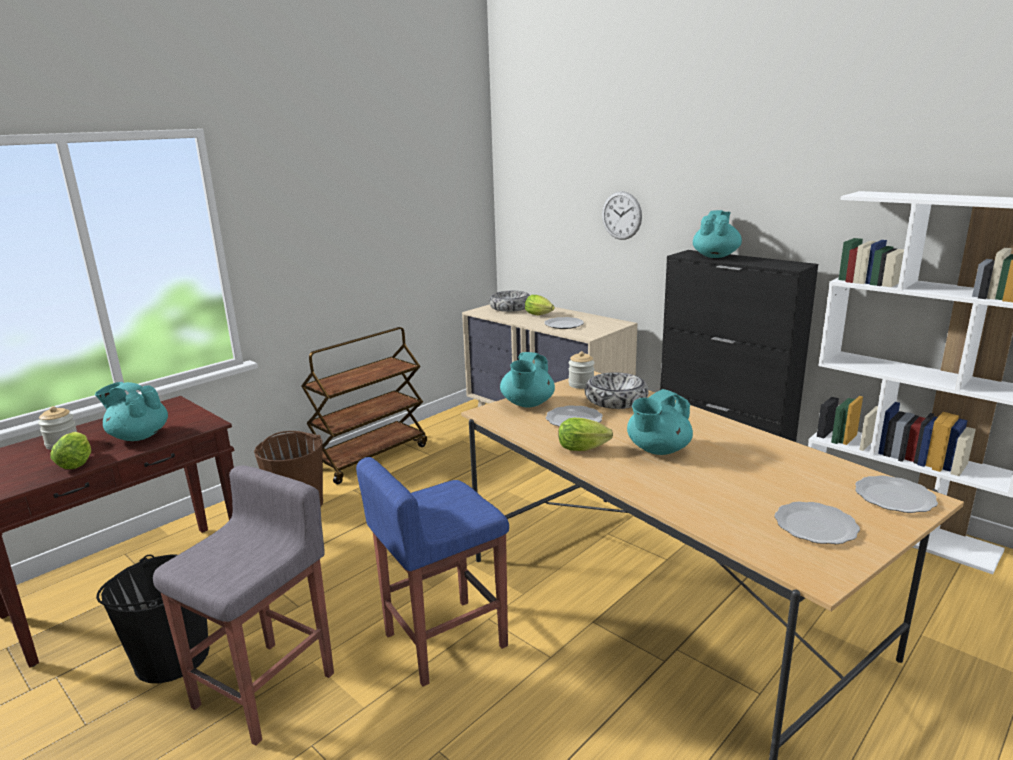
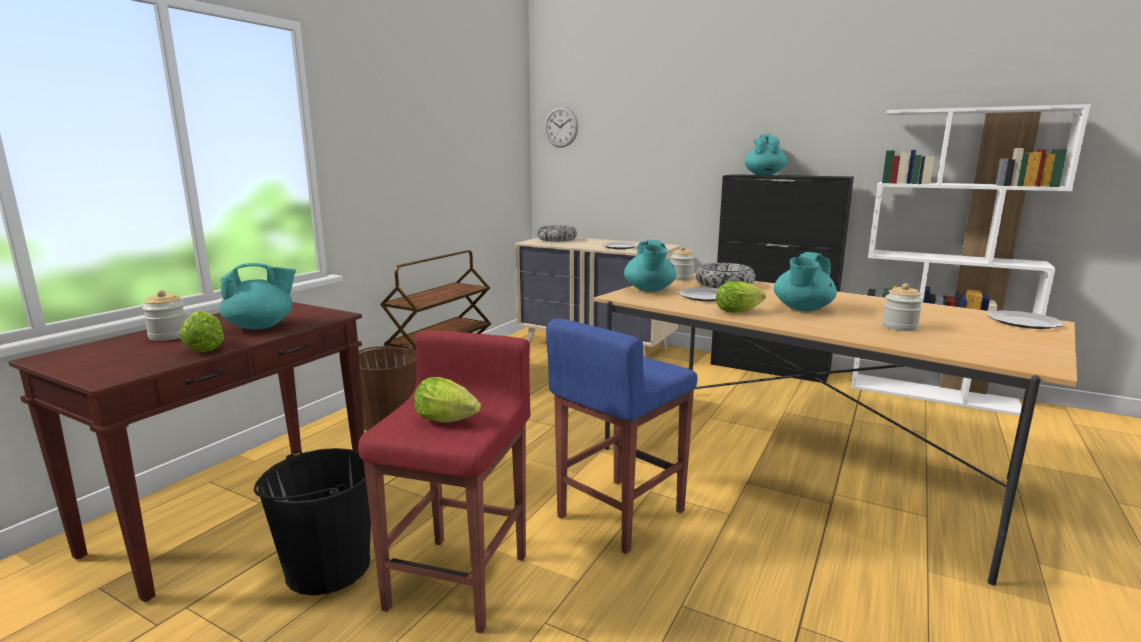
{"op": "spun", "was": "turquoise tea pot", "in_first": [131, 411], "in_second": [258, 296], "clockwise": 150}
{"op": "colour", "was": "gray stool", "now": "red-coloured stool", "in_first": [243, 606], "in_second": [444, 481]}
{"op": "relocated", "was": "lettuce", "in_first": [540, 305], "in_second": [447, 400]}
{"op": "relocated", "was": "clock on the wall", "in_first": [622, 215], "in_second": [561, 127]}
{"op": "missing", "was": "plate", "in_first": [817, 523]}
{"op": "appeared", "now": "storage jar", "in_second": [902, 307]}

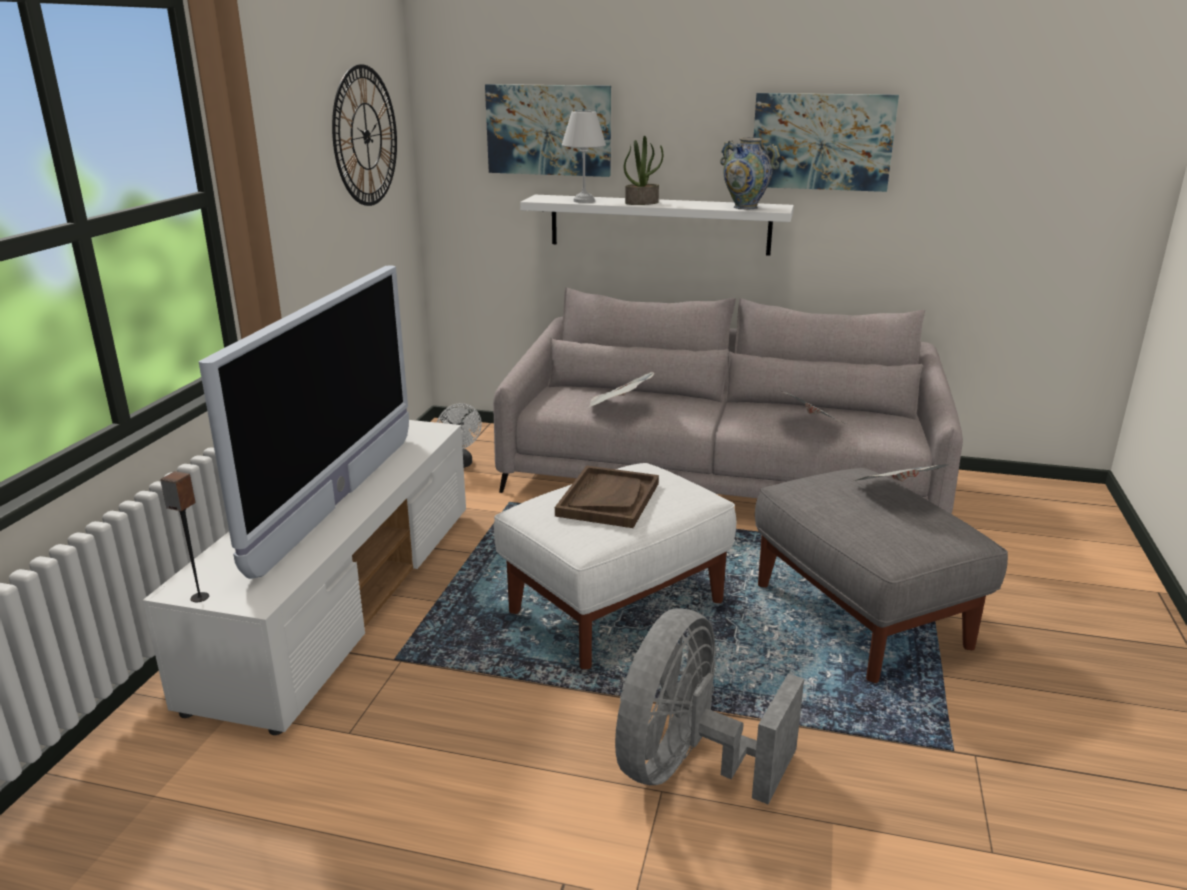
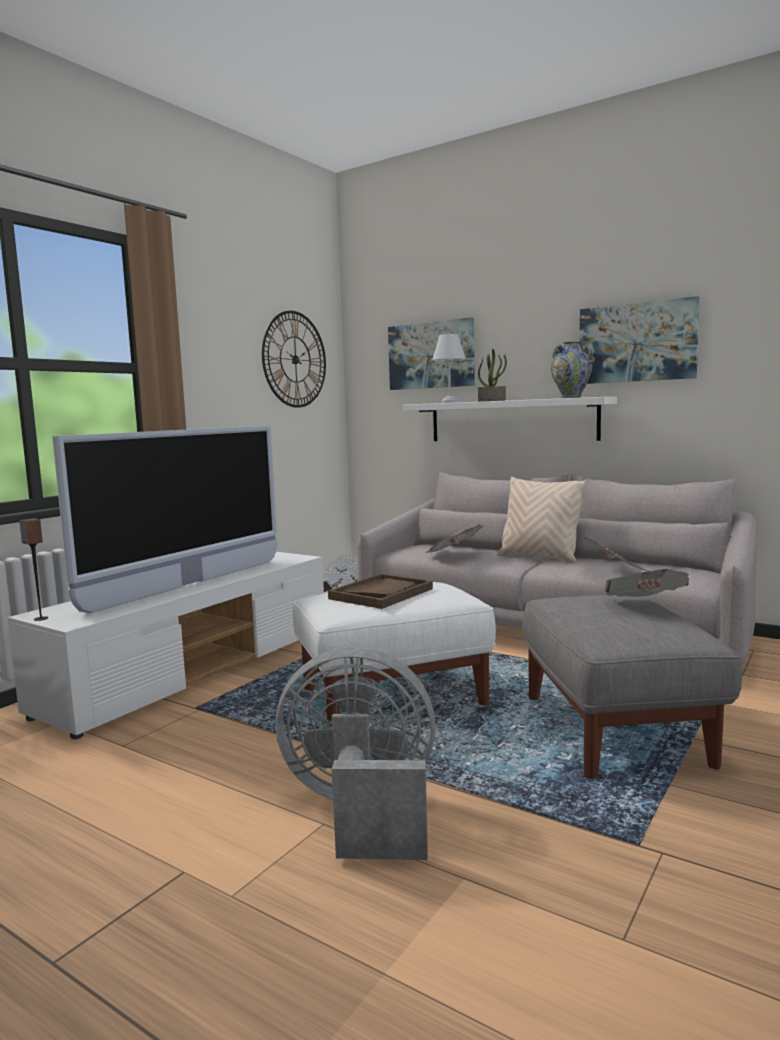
{"op": "spun", "was": "gray fan", "in_first": [709, 706], "in_second": [355, 753], "clockwise": 45}
{"op": "appeared", "now": "beige-coloured throw pillow", "in_second": [542, 519]}

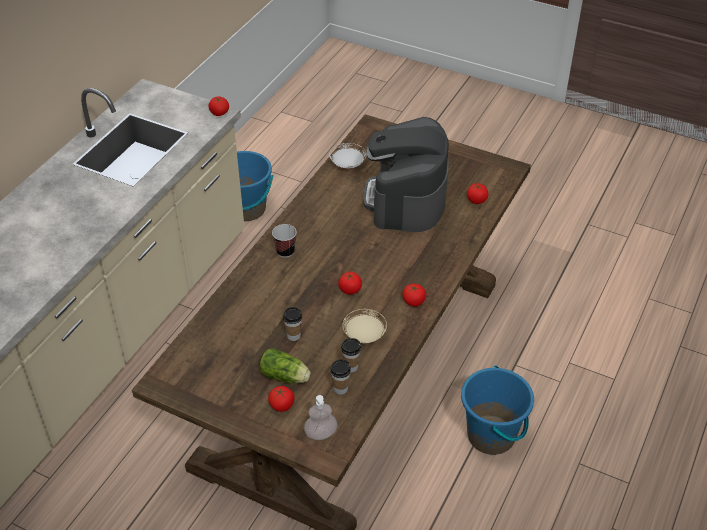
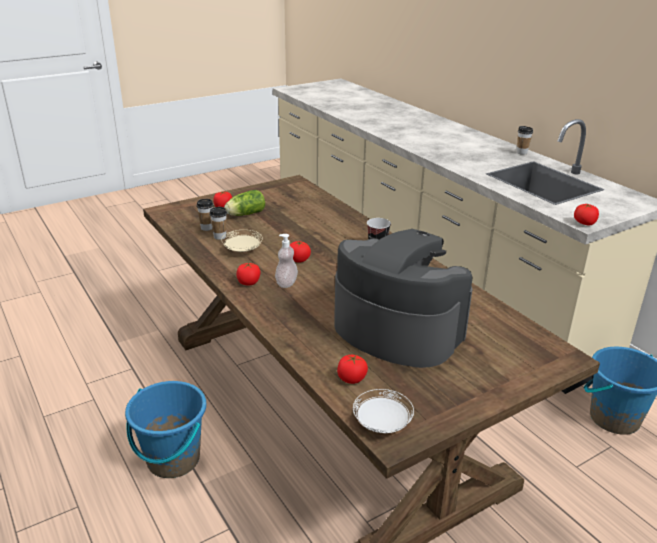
{"op": "relocated", "was": "cup", "in_first": [292, 324], "in_second": [525, 140]}
{"op": "relocated", "was": "soap dispenser", "in_first": [321, 417], "in_second": [286, 261]}
{"op": "relocated", "was": "white-coloured plate", "in_first": [348, 155], "in_second": [383, 411]}

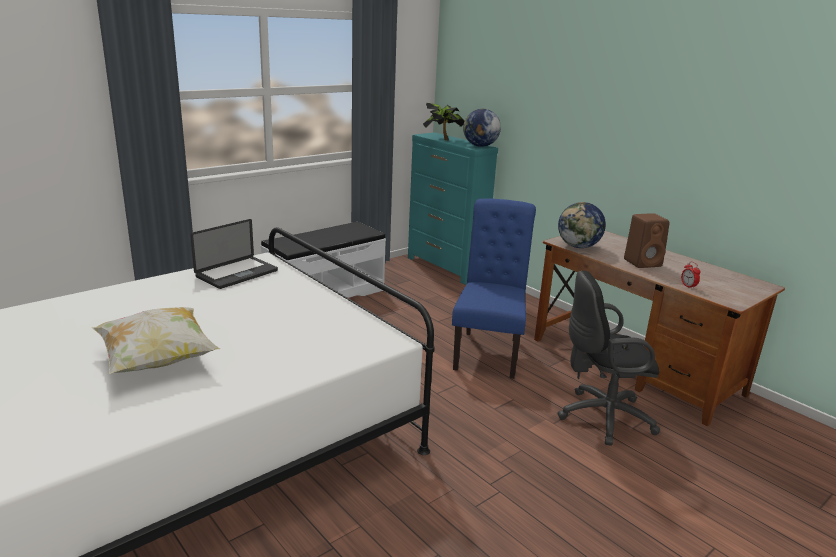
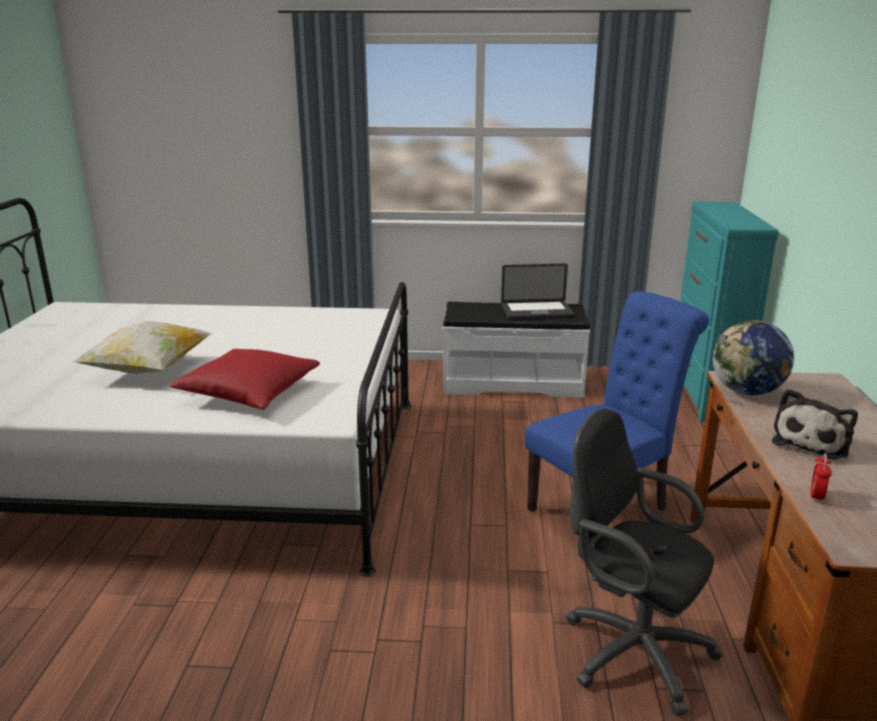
{"op": "relocated", "was": "notebook computer", "in_first": [234, 254], "in_second": [538, 291]}
{"op": "missing", "was": "plant in a pot", "in_first": [444, 122]}
{"op": "missing", "was": "globe", "in_first": [482, 128]}
{"op": "exchanged", "was": "brownish audio speaker", "now": "cuddly toy", "in_first": [647, 240], "in_second": [815, 424]}
{"op": "appeared", "now": "red-coloured throw pillow", "in_second": [244, 379]}

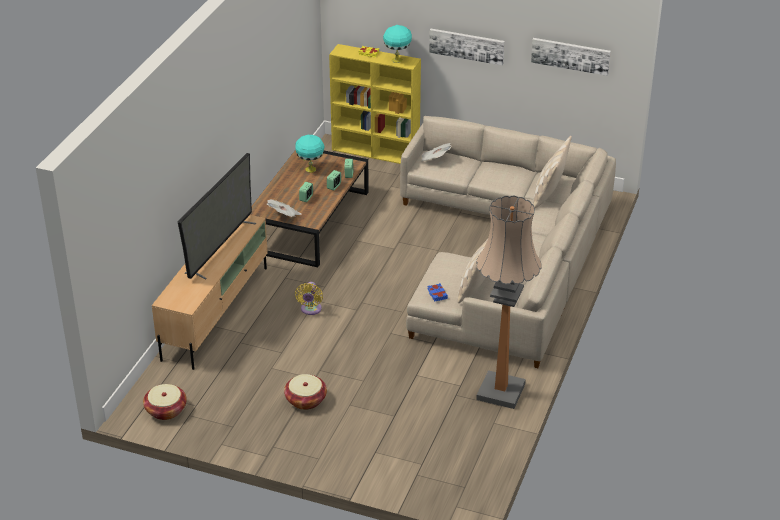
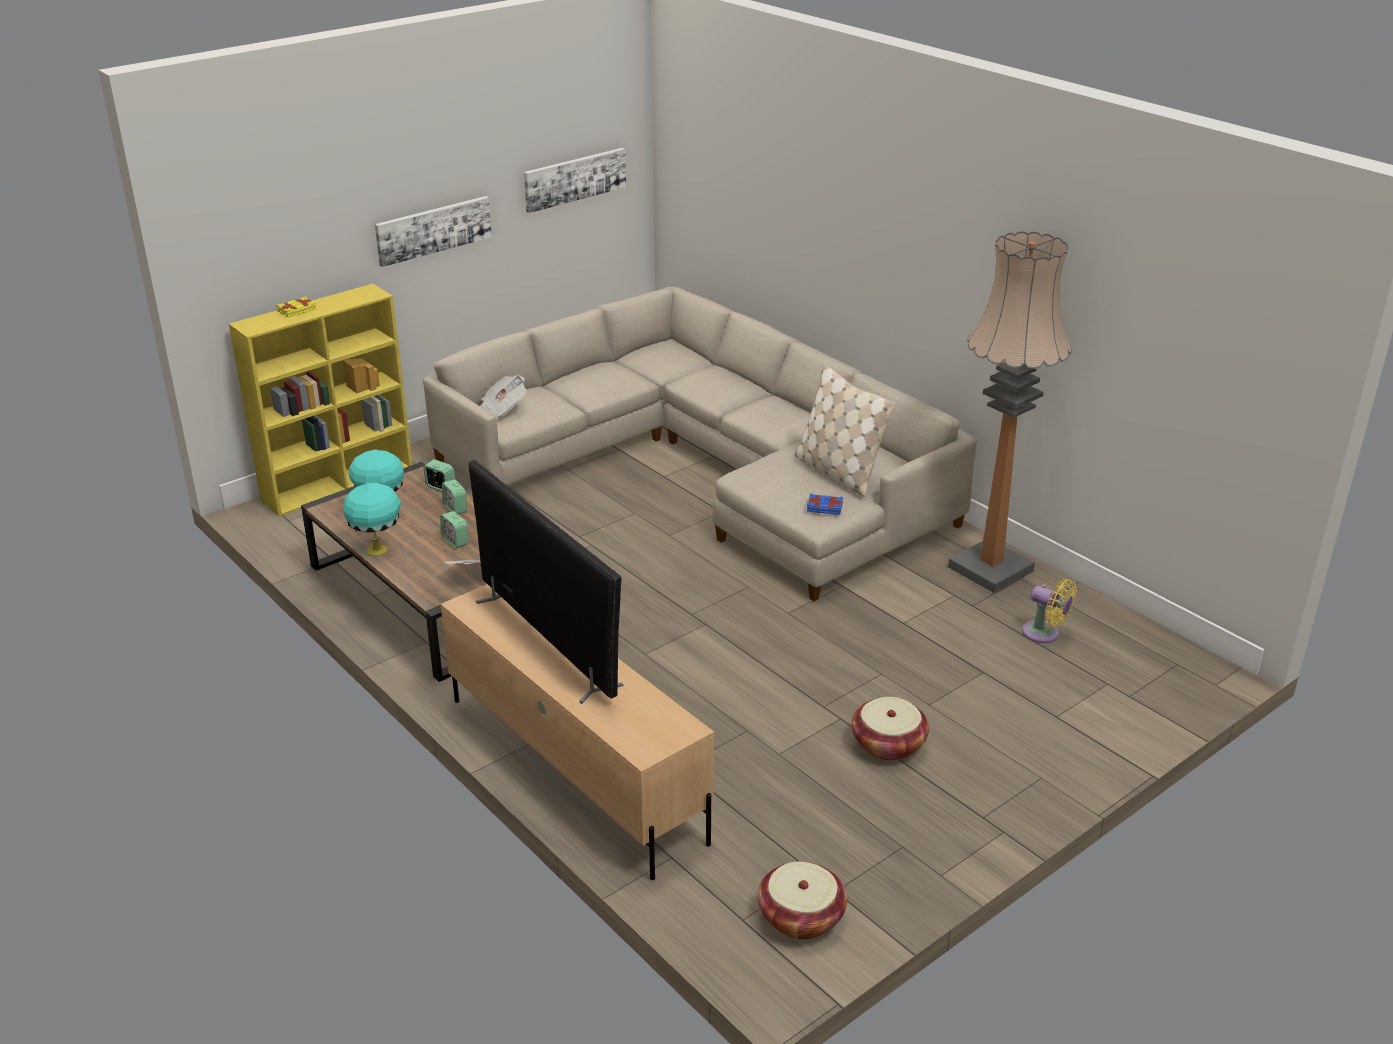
{"op": "relocated", "was": "yellowish fan", "in_first": [309, 298], "in_second": [1049, 611]}
{"op": "relocated", "was": "turquoise lamp for a table", "in_first": [397, 44], "in_second": [372, 519]}
{"op": "missing", "was": "beige-coloured throw pillow", "in_first": [552, 172]}

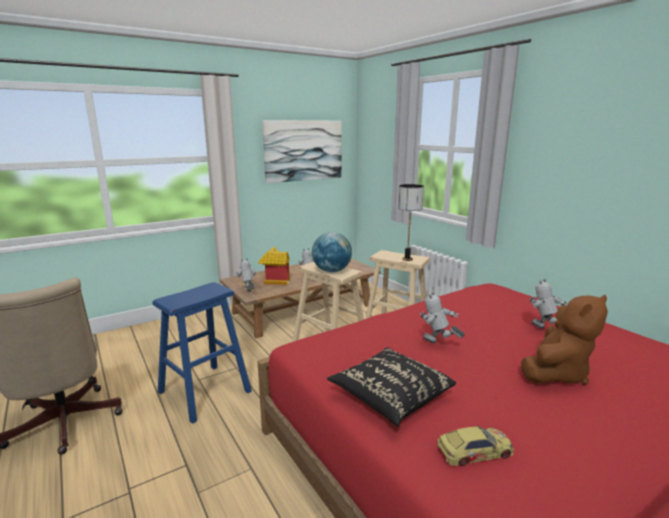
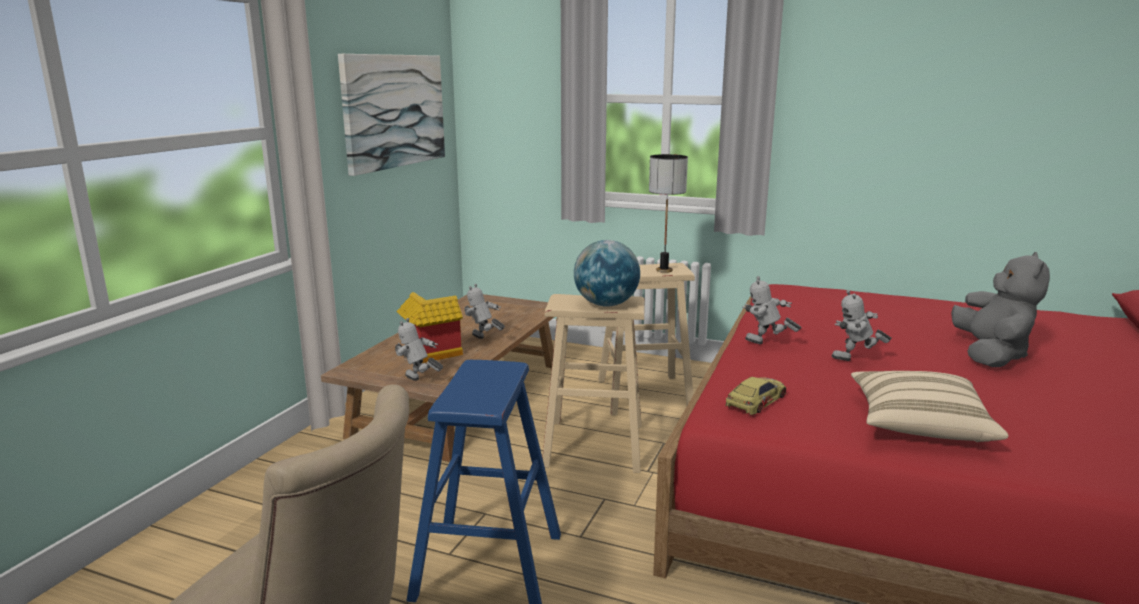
{"op": "colour", "was": "blackish throw pillow", "now": "beige-coloured throw pillow", "in_first": [391, 386], "in_second": [930, 406]}
{"op": "relocated", "was": "model car", "in_first": [475, 445], "in_second": [756, 396]}
{"op": "colour", "was": "brownish cuddly toy", "now": "gray cuddly toy", "in_first": [564, 340], "in_second": [1000, 309]}
{"op": "relocated", "was": "robot figure", "in_first": [548, 304], "in_second": [772, 310]}

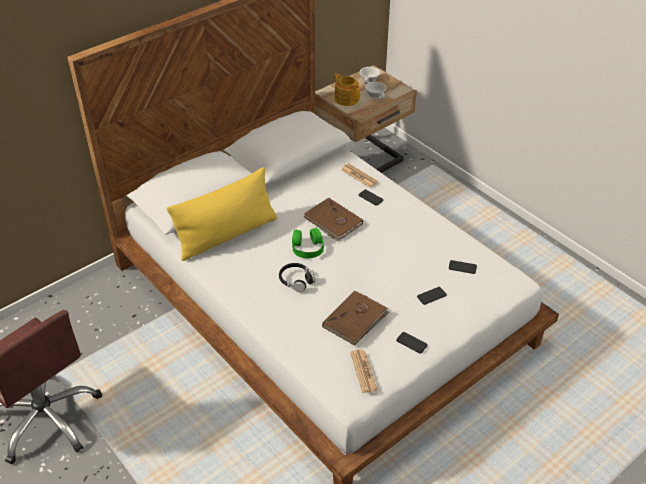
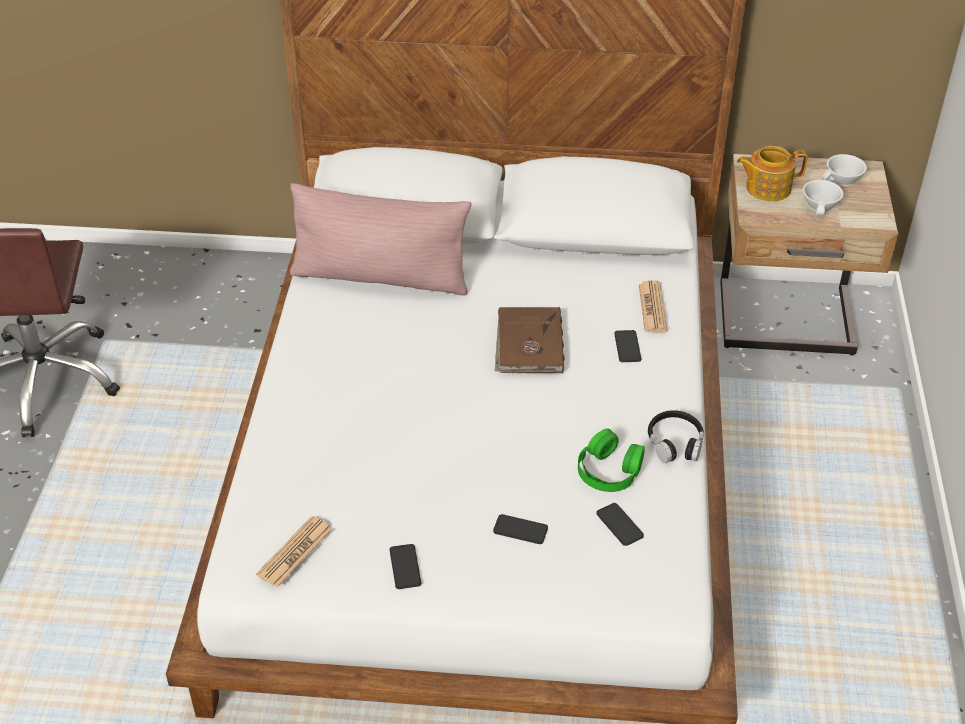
{"op": "colour", "was": "yellowish throw pillow", "now": "pink-coloured throw pillow", "in_first": [222, 214], "in_second": [380, 239]}
{"op": "relocated", "was": "blackish pair of headphones", "in_first": [297, 278], "in_second": [676, 436]}
{"op": "relocated", "was": "greenish pair of headphones", "in_first": [308, 243], "in_second": [611, 460]}
{"op": "missing", "was": "brownish bound book", "in_first": [355, 318]}
{"op": "spun", "was": "tea pot", "in_first": [347, 89], "in_second": [772, 173], "clockwise": -105}

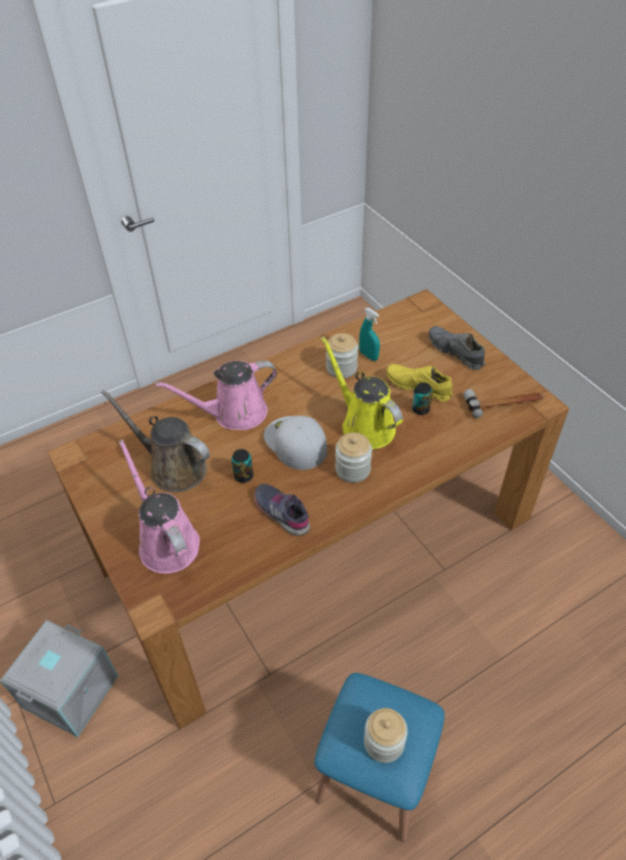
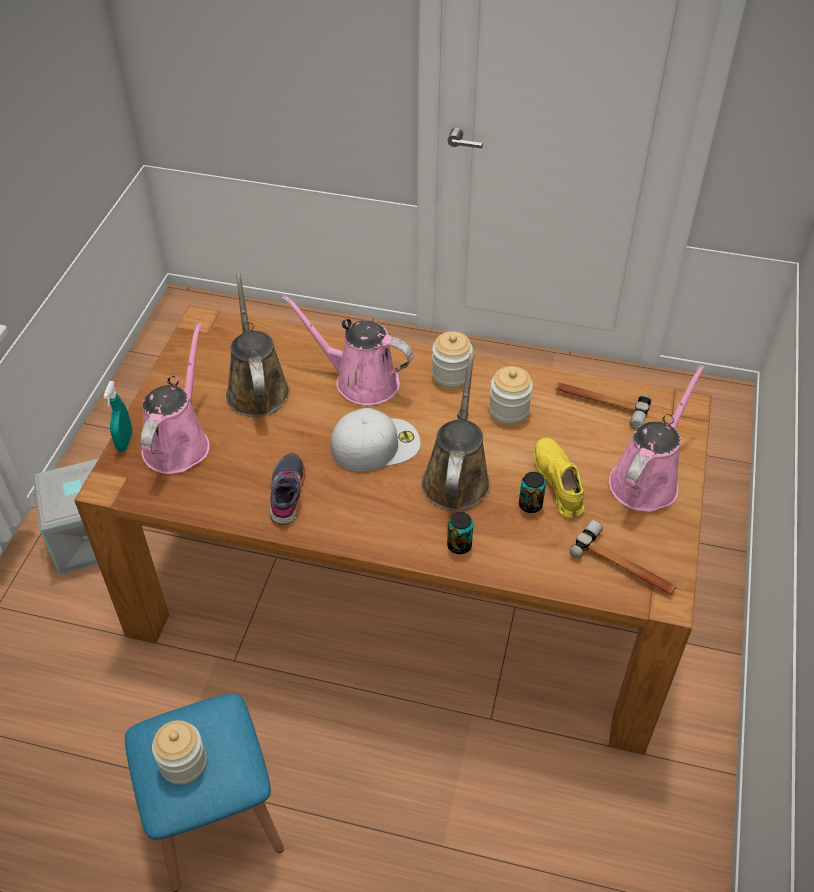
{"op": "relocated", "was": "sealed can", "in_first": [242, 466], "in_second": [460, 533]}
{"op": "spun", "was": "white-coloured cap", "in_first": [295, 443], "in_second": [376, 439], "clockwise": 60}
{"op": "colour", "was": "yellowish sprinkling can", "now": "brownish sprinkling can", "in_first": [362, 392], "in_second": [456, 432]}
{"op": "relocated", "was": "storage jar", "in_first": [353, 457], "in_second": [452, 359]}
{"op": "relocated", "was": "turquoise hand sprayer", "in_first": [369, 334], "in_second": [118, 416]}
{"op": "exchanged", "was": "gray item of footwear", "now": "pink-coloured sprinkling can", "in_first": [457, 348], "in_second": [656, 438]}
{"op": "appeared", "now": "tool hammer", "in_second": [603, 405]}

